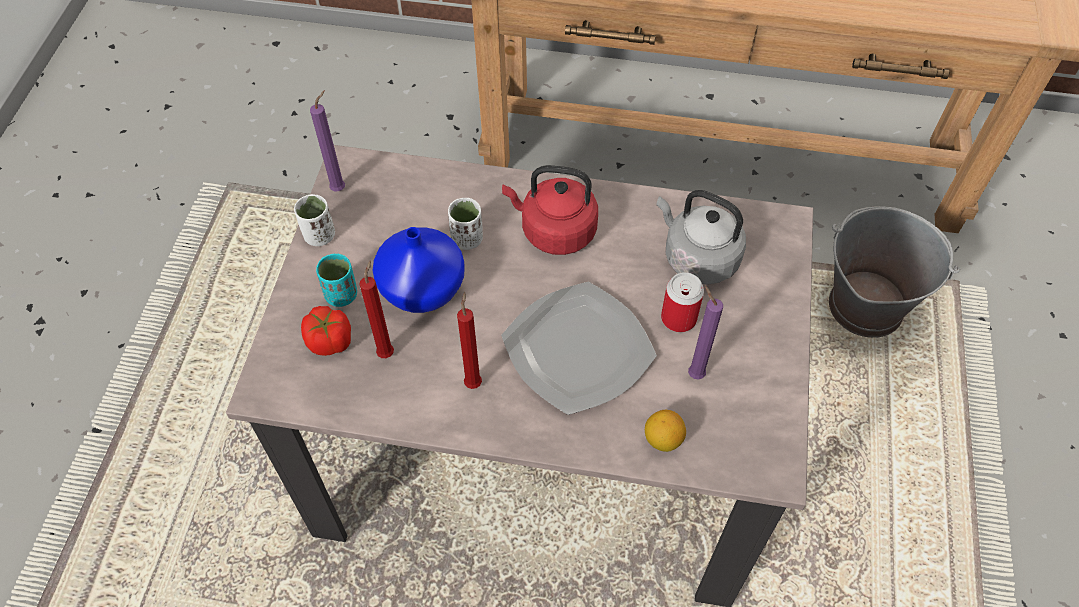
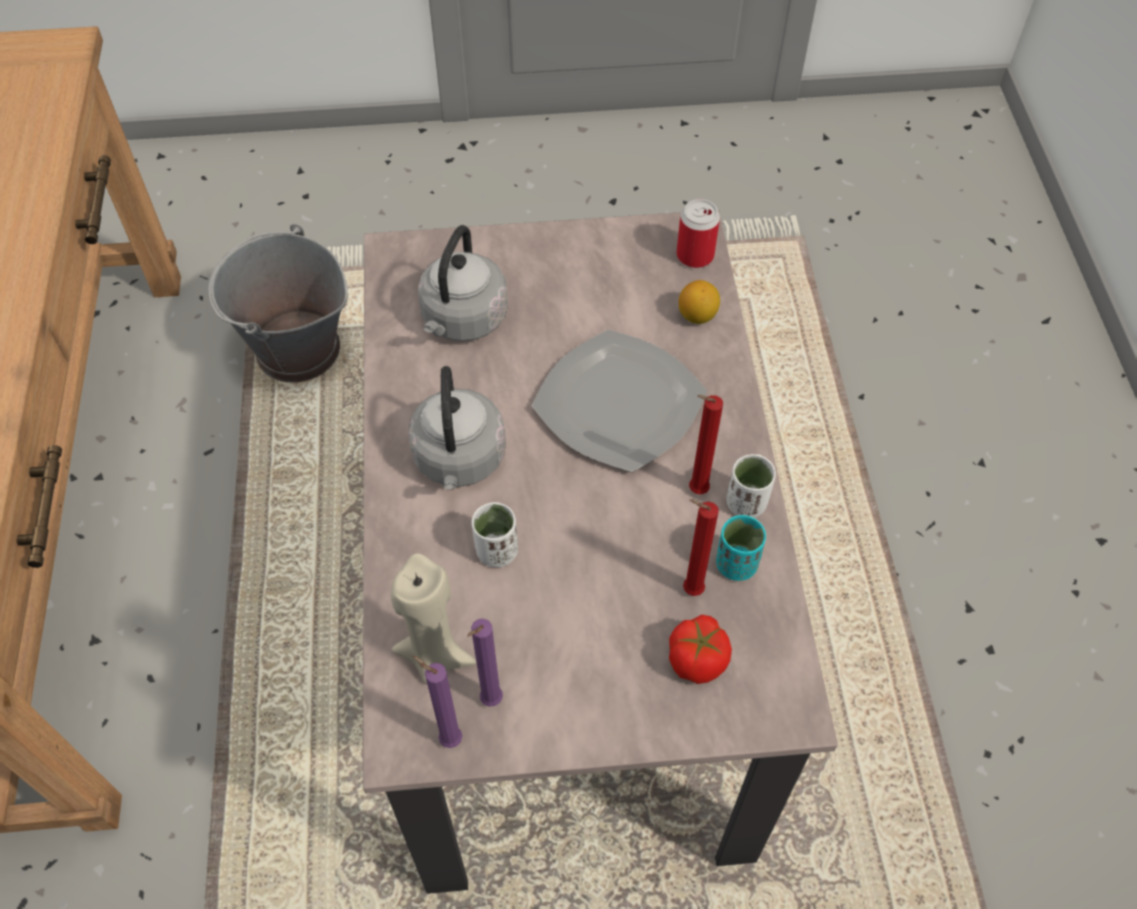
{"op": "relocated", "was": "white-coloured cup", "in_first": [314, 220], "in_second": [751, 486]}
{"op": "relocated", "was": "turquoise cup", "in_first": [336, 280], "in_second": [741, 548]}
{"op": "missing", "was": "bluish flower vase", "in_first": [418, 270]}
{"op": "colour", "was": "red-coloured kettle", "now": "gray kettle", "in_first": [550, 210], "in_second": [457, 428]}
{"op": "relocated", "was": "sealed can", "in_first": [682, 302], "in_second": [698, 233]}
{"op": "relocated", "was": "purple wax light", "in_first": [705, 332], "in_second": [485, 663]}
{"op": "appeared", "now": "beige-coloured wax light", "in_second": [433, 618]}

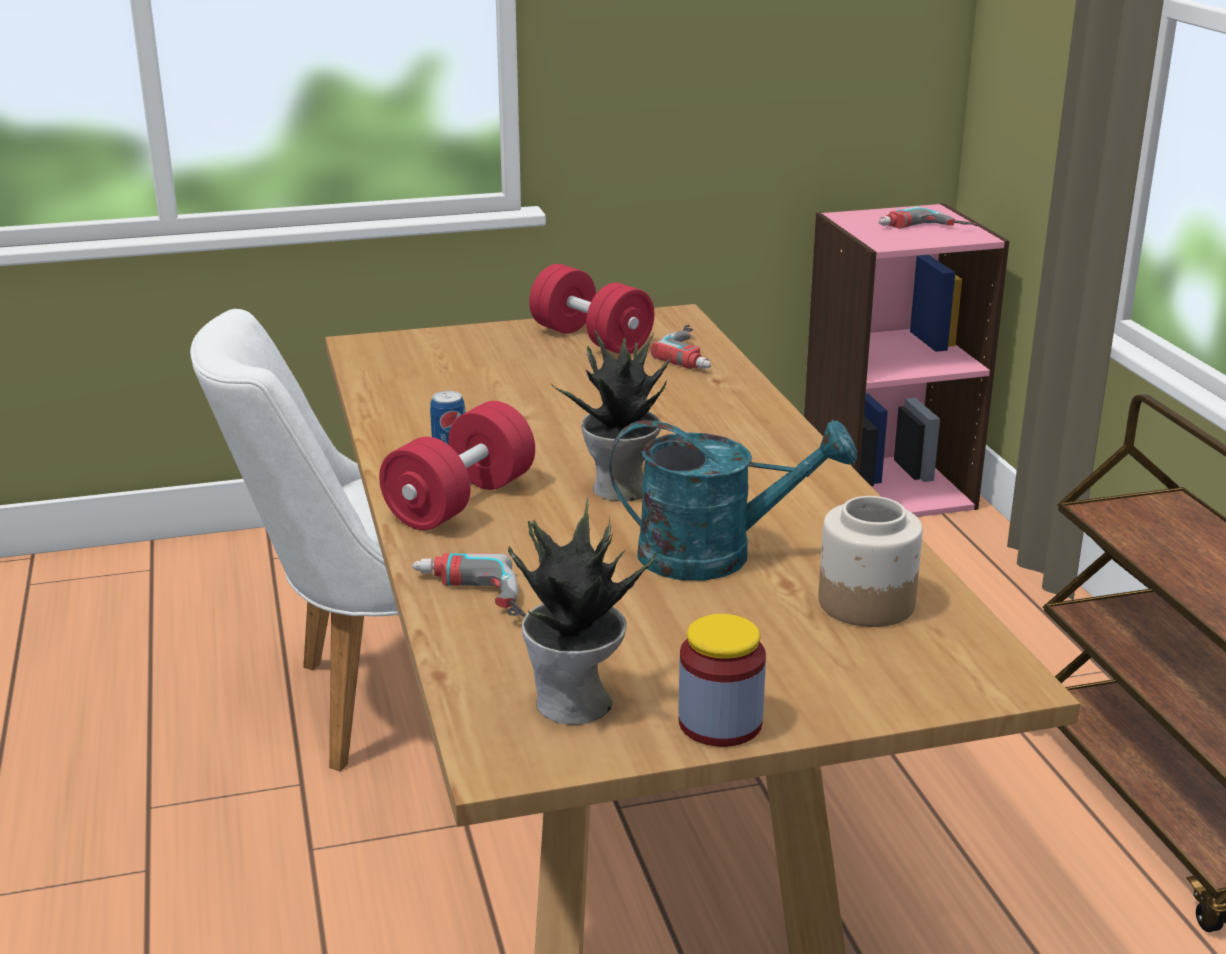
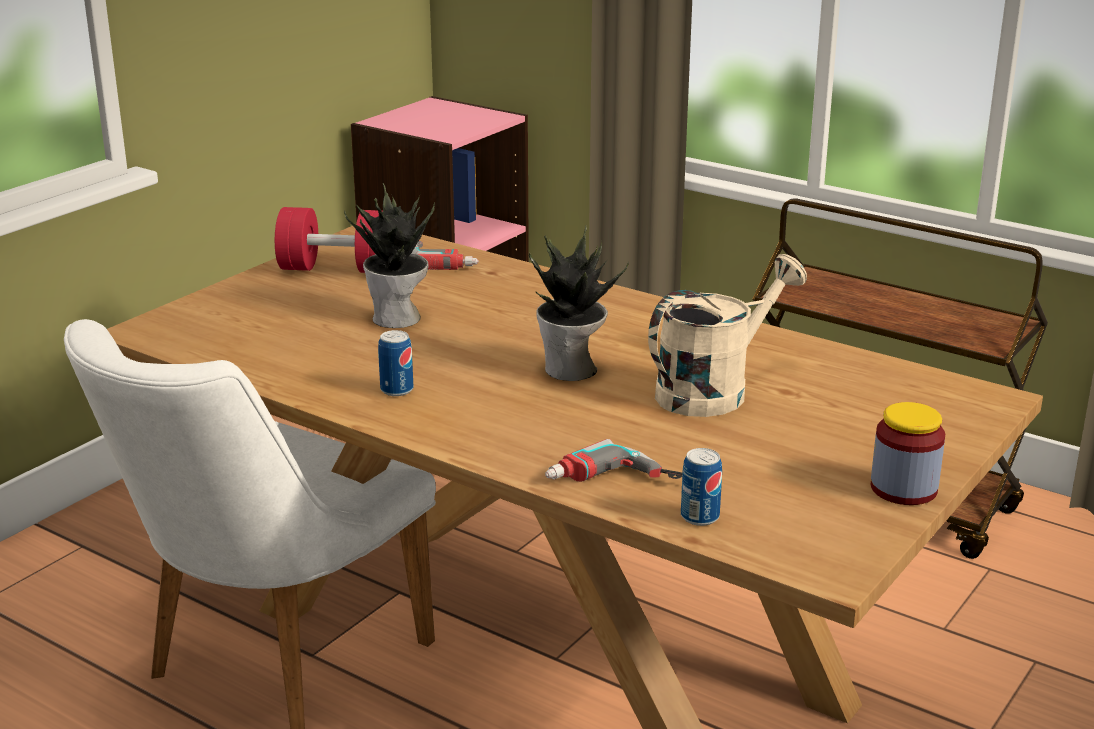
{"op": "missing", "was": "red-coloured dumbbell", "in_first": [457, 465]}
{"op": "relocated", "was": "plant in a pot", "in_first": [582, 611], "in_second": [389, 255]}
{"op": "colour", "was": "turquoise sprinkling can", "now": "beige-coloured sprinkling can", "in_first": [733, 500], "in_second": [727, 335]}
{"op": "missing", "was": "storage jar", "in_first": [871, 561]}
{"op": "missing", "was": "drill", "in_first": [928, 217]}
{"op": "appeared", "now": "sealed can", "in_second": [701, 487]}

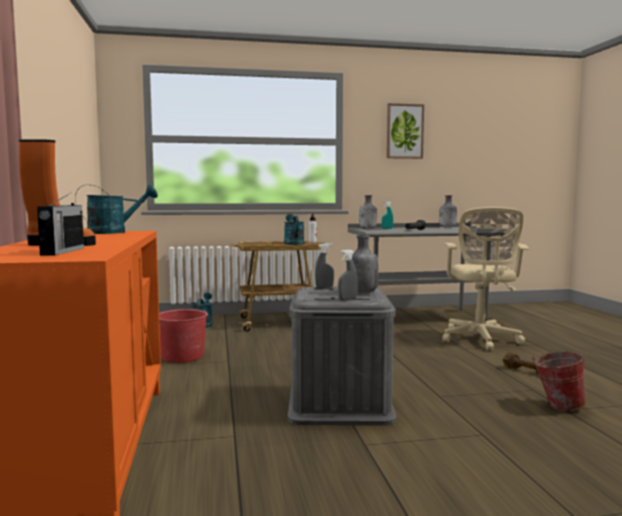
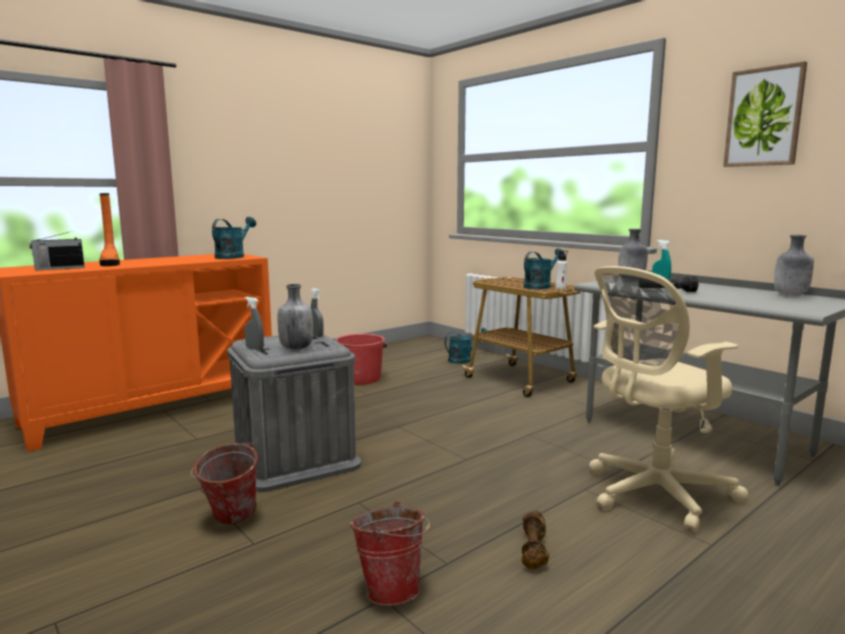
{"op": "spun", "was": "turquoise sprinkling can", "in_first": [116, 209], "in_second": [234, 238], "clockwise": -105}
{"op": "appeared", "now": "water bucket", "in_second": [224, 483]}

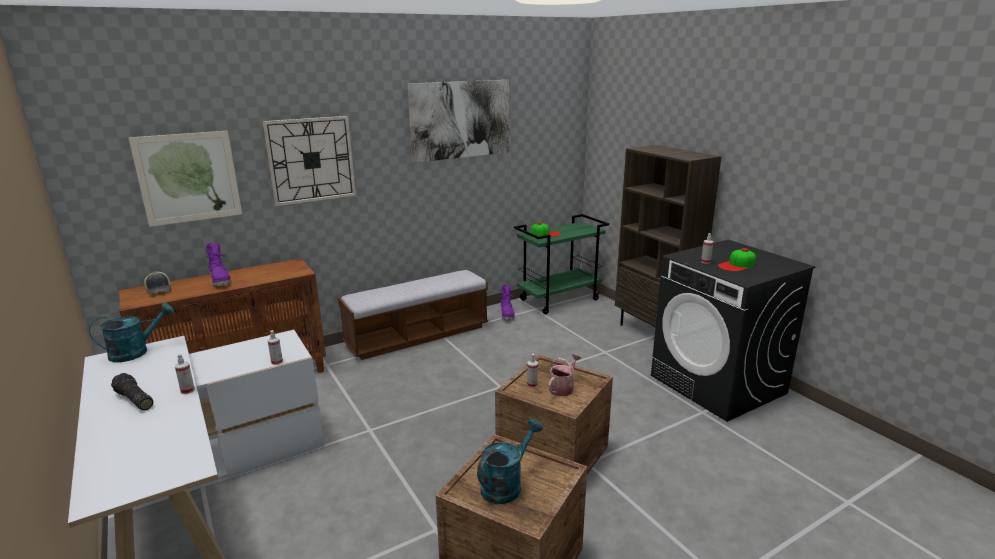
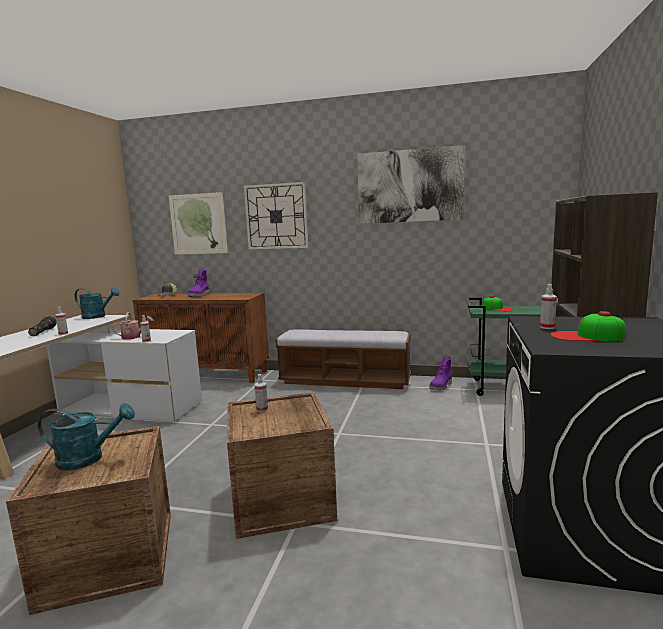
{"op": "relocated", "was": "sprinkling can", "in_first": [564, 375], "in_second": [132, 326]}

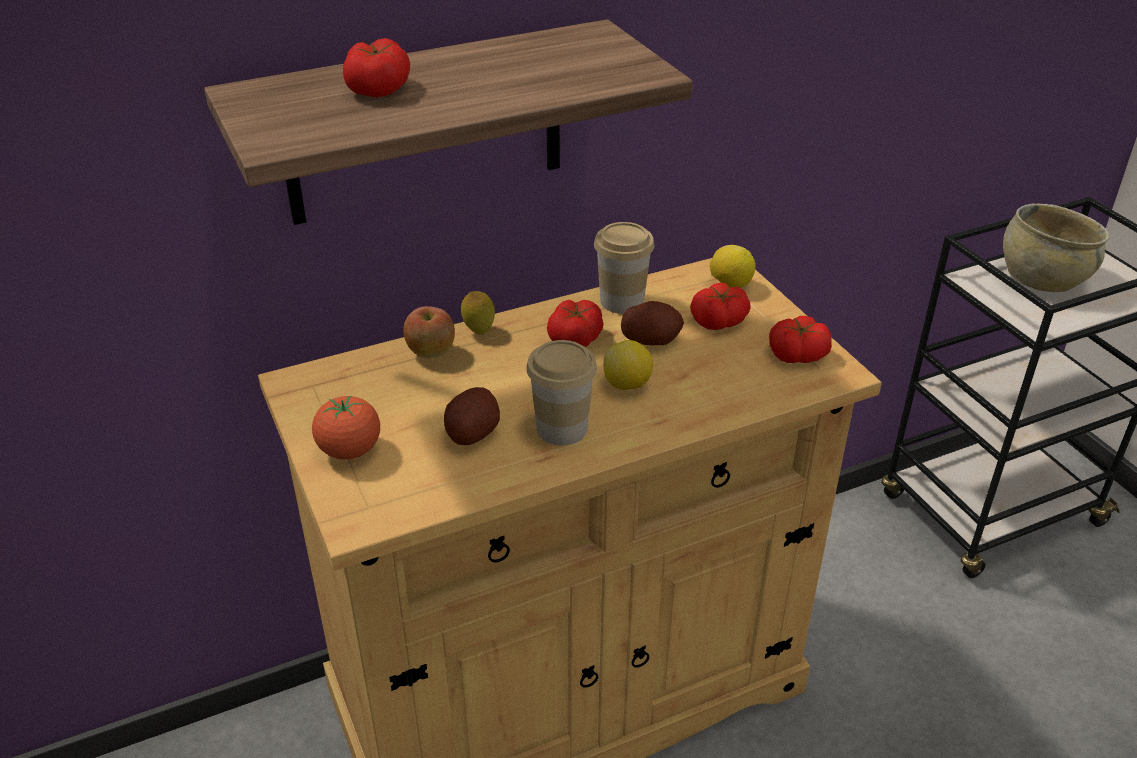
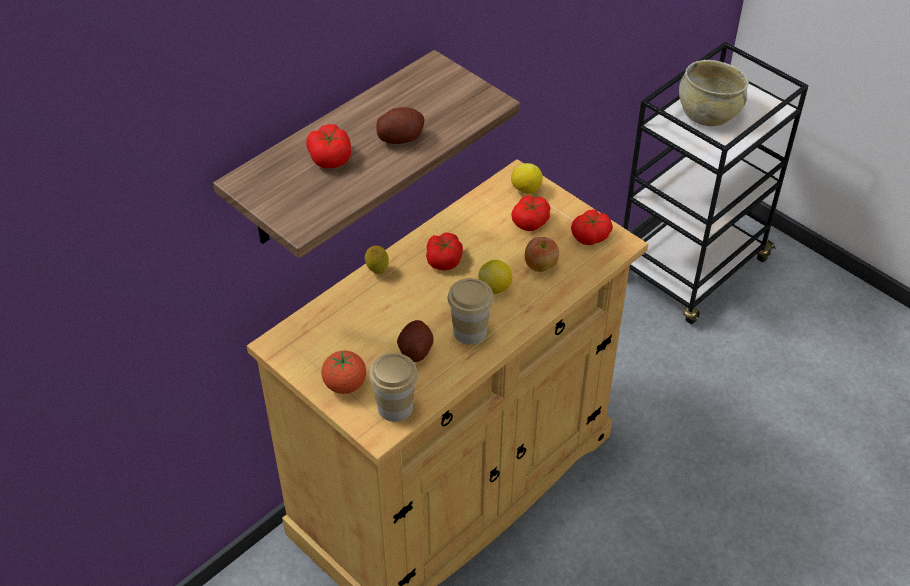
{"op": "relocated", "was": "whole apple", "in_first": [429, 332], "in_second": [542, 254]}
{"op": "relocated", "was": "cup", "in_first": [624, 268], "in_second": [393, 387]}
{"op": "relocated", "was": "spud", "in_first": [652, 323], "in_second": [400, 125]}

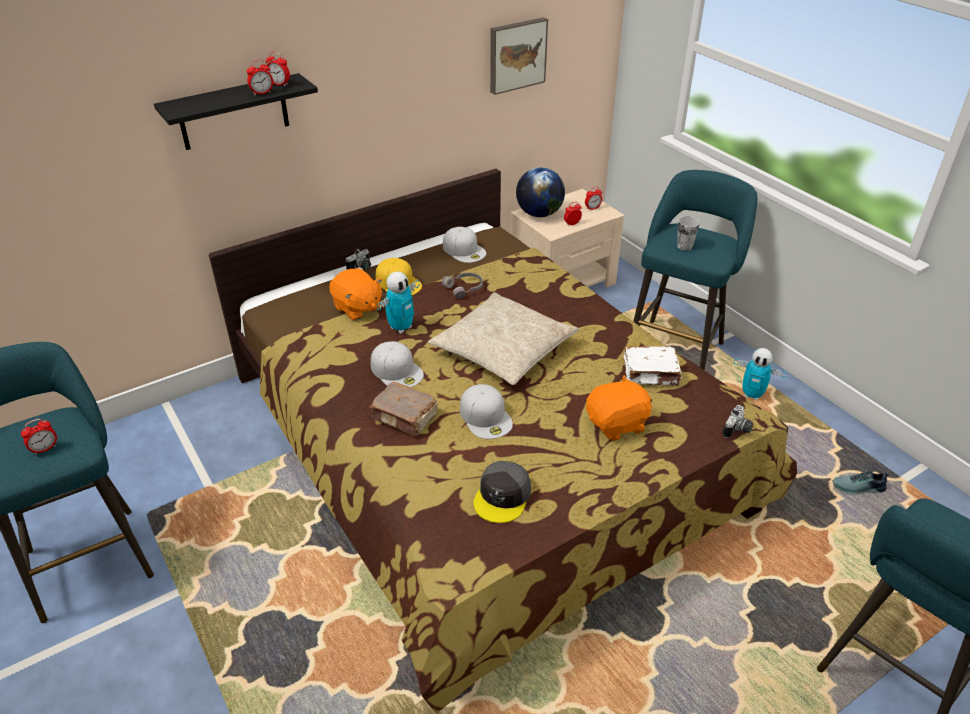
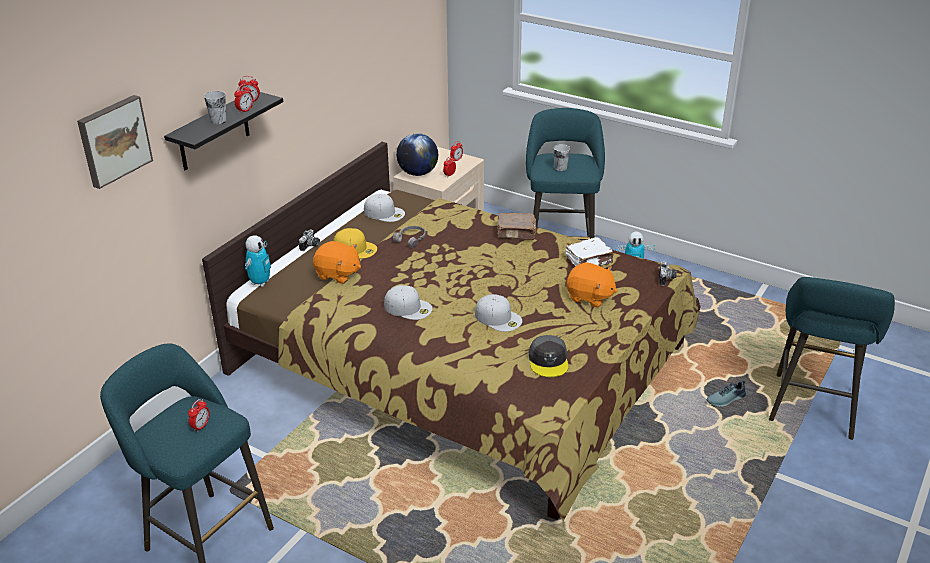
{"op": "relocated", "was": "brownish bound book", "in_first": [403, 409], "in_second": [516, 226]}
{"op": "relocated", "was": "robot figure", "in_first": [398, 302], "in_second": [258, 261]}
{"op": "missing", "was": "beige-coloured throw pillow", "in_first": [503, 338]}
{"op": "relocated", "was": "picture", "in_first": [519, 56], "in_second": [115, 142]}
{"op": "spun", "was": "orange cuddly toy", "in_first": [619, 408], "in_second": [592, 285], "clockwise": 75}
{"op": "relocated", "was": "item of footwear", "in_first": [860, 482], "in_second": [726, 393]}
{"op": "appeared", "now": "cup", "in_second": [215, 108]}

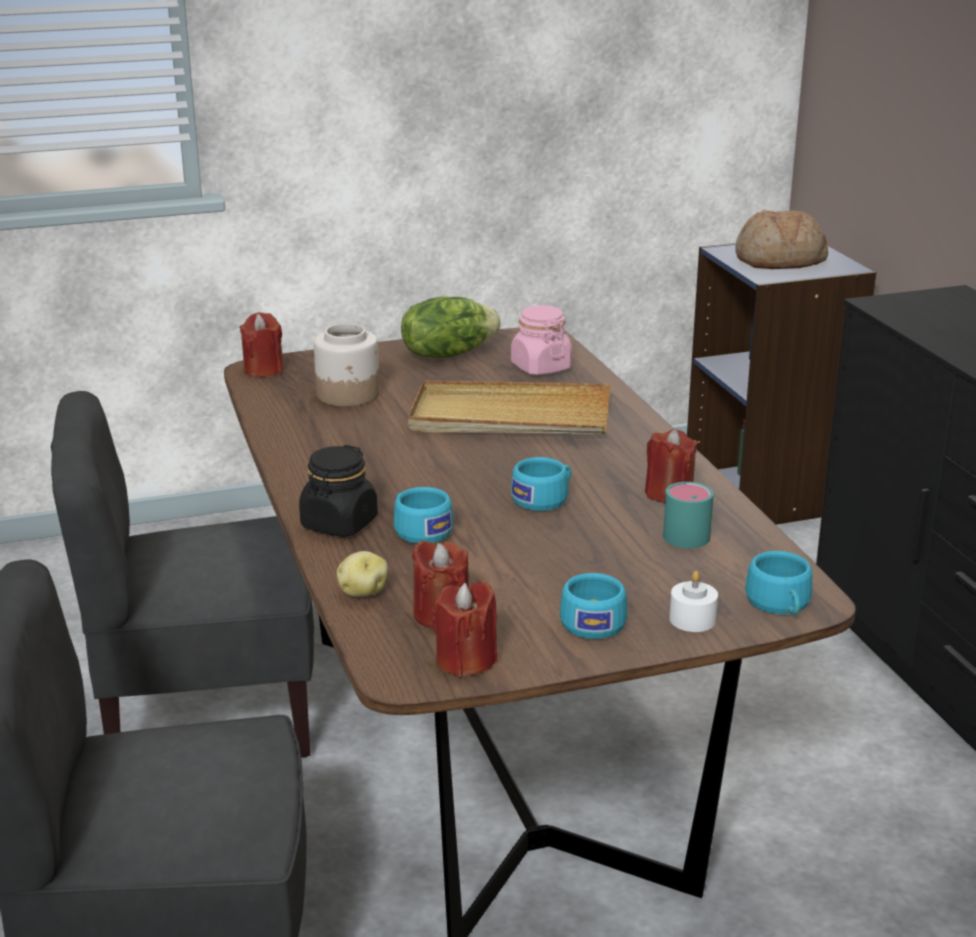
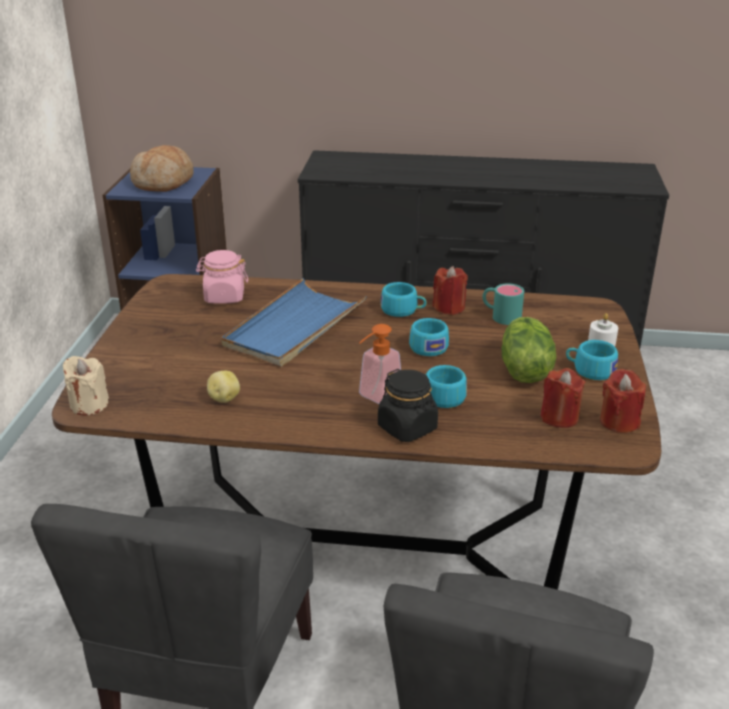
{"op": "colour", "was": "red-coloured wax light", "now": "beige-coloured wax light", "in_first": [262, 344], "in_second": [86, 386]}
{"op": "missing", "was": "storage jar", "in_first": [346, 365]}
{"op": "relocated", "was": "spud", "in_first": [362, 574], "in_second": [223, 387]}
{"op": "relocated", "was": "lettuce", "in_first": [451, 328], "in_second": [529, 350]}
{"op": "colour", "was": "beige-coloured serving tray", "now": "bluish serving tray", "in_first": [509, 407], "in_second": [294, 322]}
{"op": "relocated", "was": "turquoise cup", "in_first": [778, 583], "in_second": [404, 299]}
{"op": "appeared", "now": "soap dispenser", "in_second": [380, 364]}

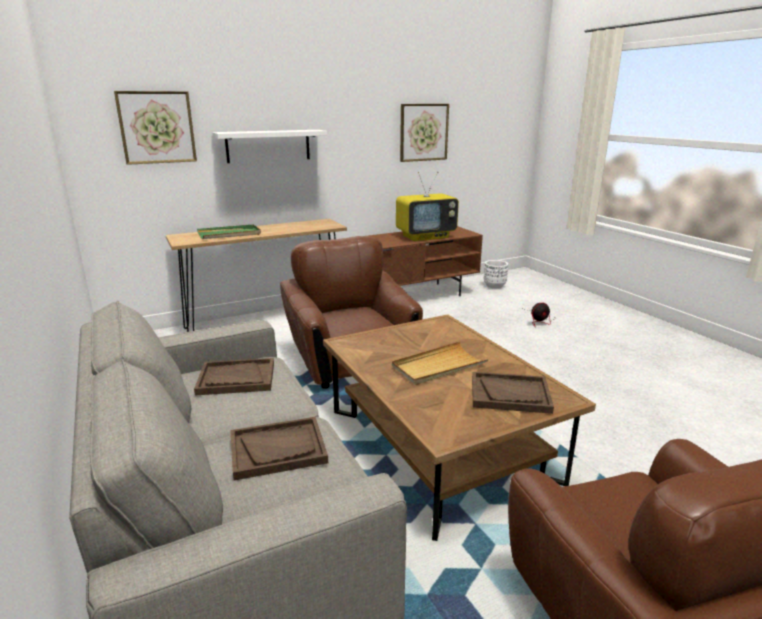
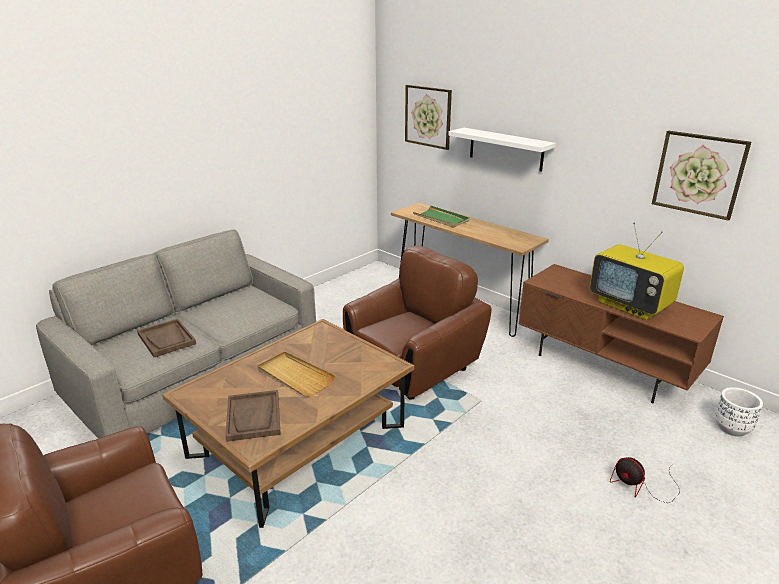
{"op": "missing", "was": "brownish serving tray", "in_first": [234, 377]}

